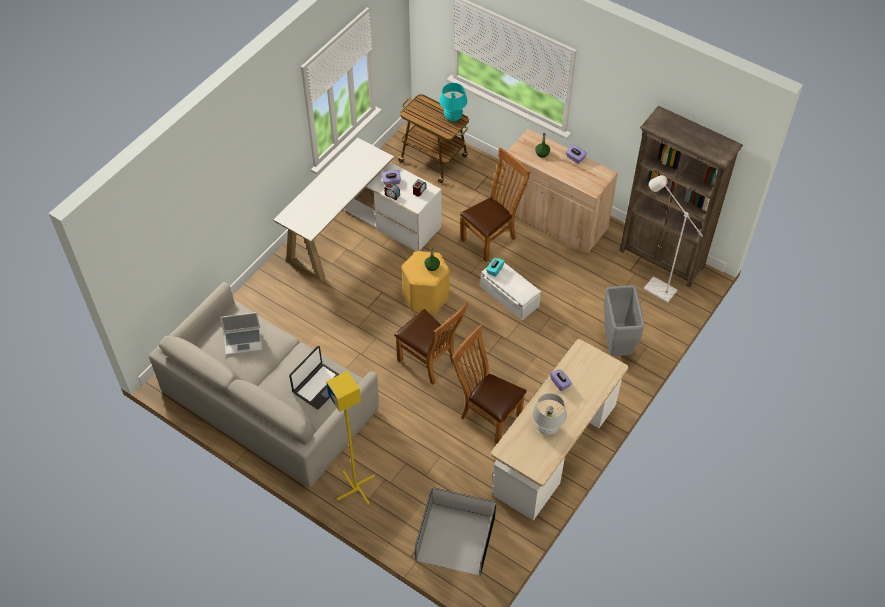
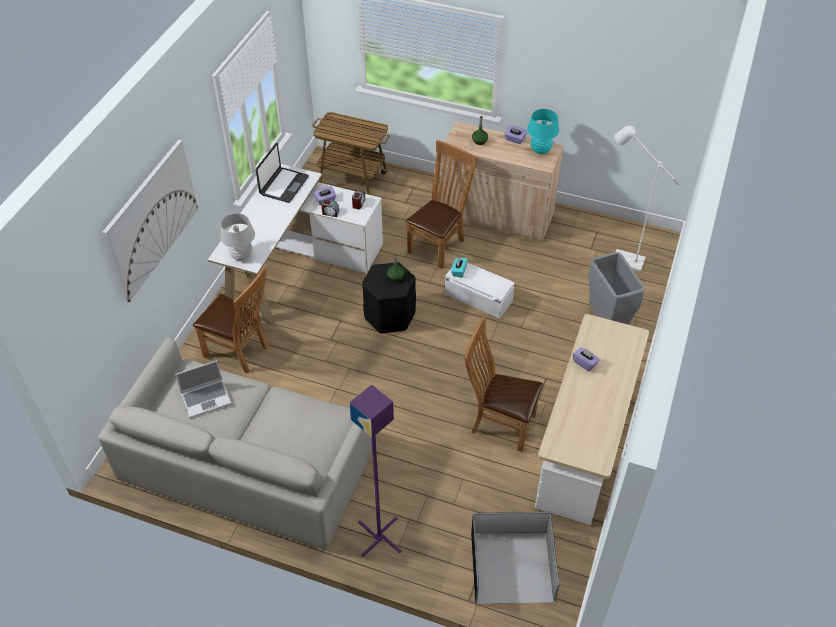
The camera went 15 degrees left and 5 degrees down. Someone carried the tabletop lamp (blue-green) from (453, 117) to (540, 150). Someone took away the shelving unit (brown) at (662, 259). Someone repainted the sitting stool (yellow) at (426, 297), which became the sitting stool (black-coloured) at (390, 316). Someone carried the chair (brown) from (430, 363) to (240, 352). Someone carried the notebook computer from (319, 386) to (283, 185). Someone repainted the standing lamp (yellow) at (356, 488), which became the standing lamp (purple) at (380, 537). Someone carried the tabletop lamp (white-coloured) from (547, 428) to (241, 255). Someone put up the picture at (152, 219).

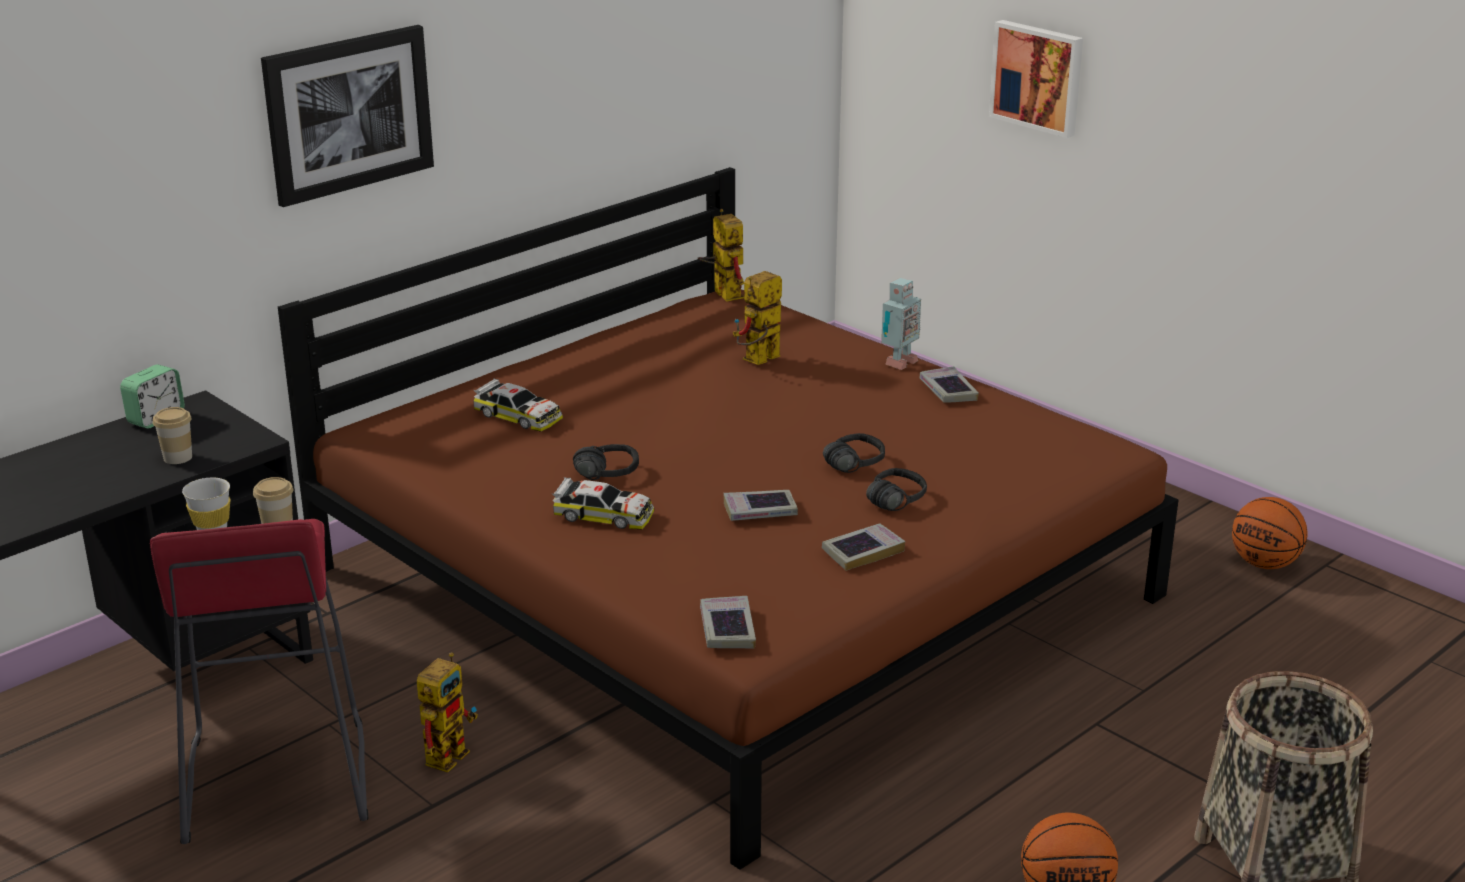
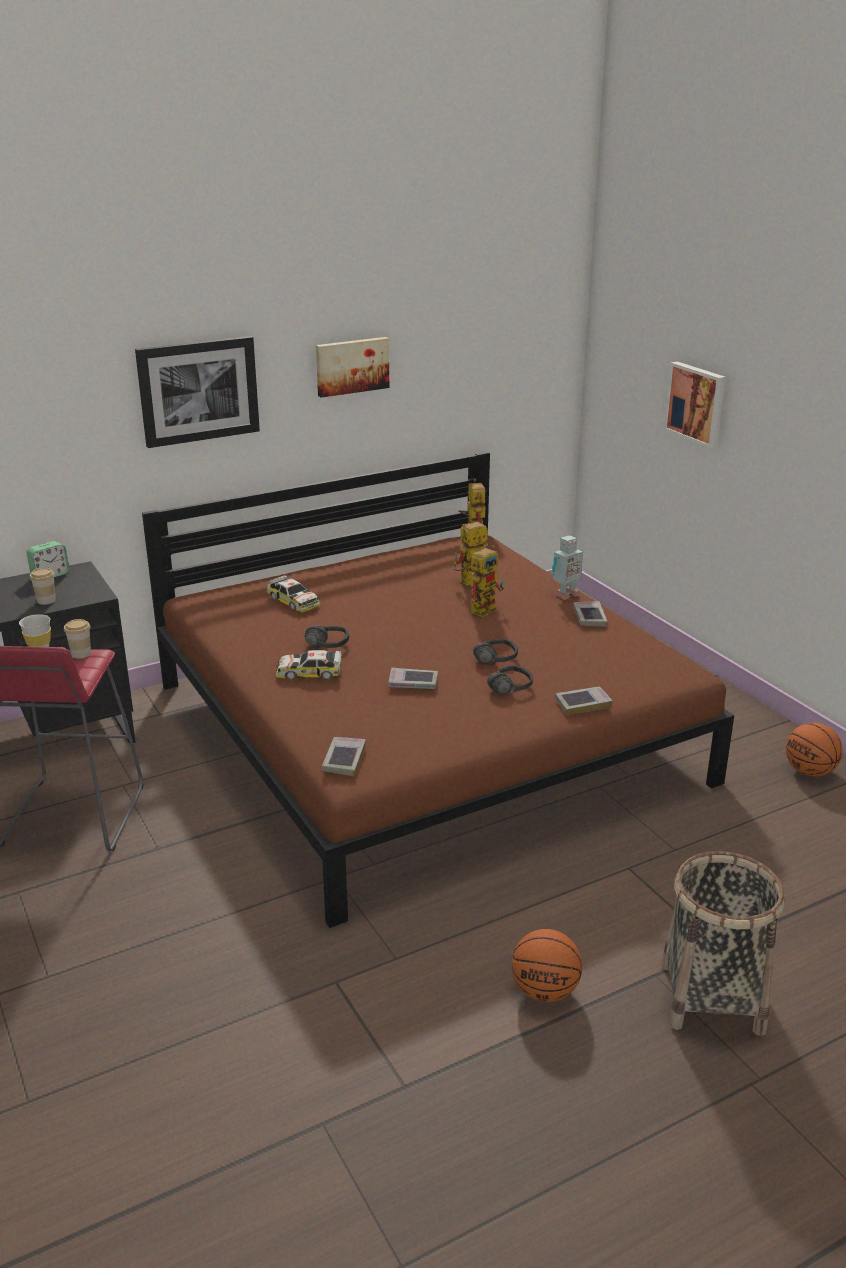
The camera went 15 degrees right and 0 degrees up. Someone rotated the toy car at (604, 515) by 150 degrees clockwise. Someone carried the book from (863, 552) to (583, 704). Someone carried the toy robot from (449, 751) to (485, 608). Someone put up the picture at (351, 366).

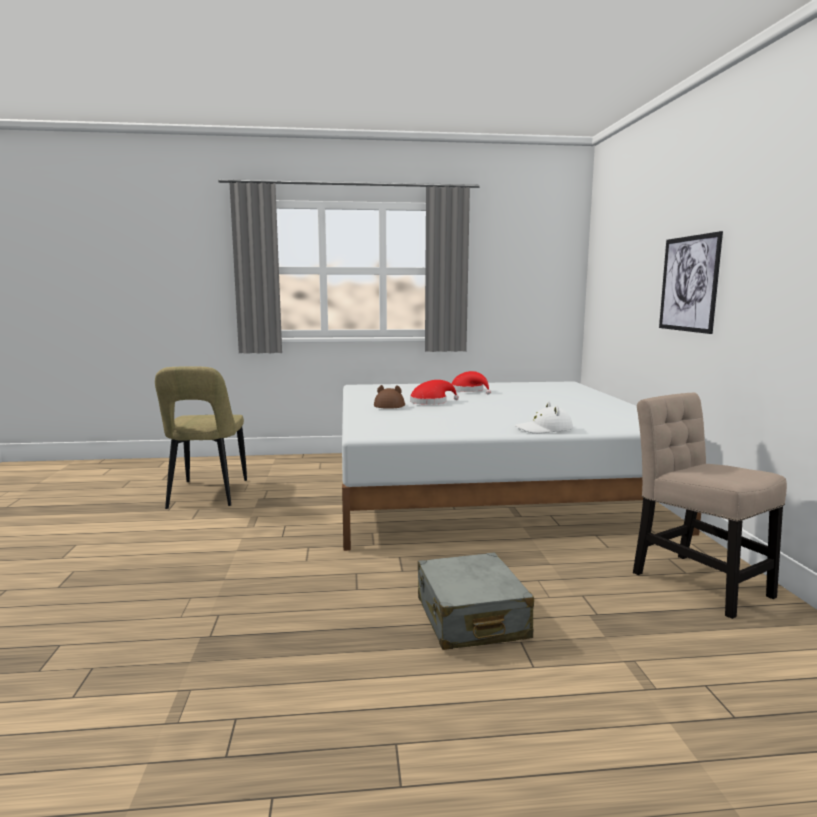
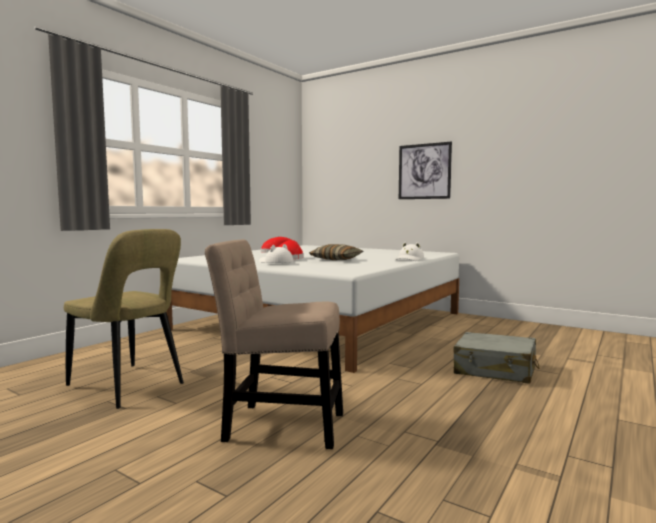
The camera went 50 degrees left and 5 degrees down. Someone repainted the clothing hat (brown) at (390, 405), which became the clothing hat (white-coloured) at (275, 262). Someone carried the chair (beige-coloured) from (695, 581) to (278, 425). Someone put down the pillow at (336, 259).

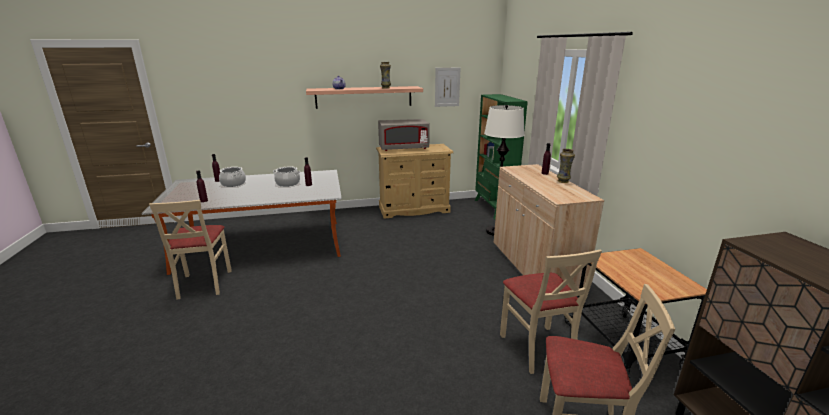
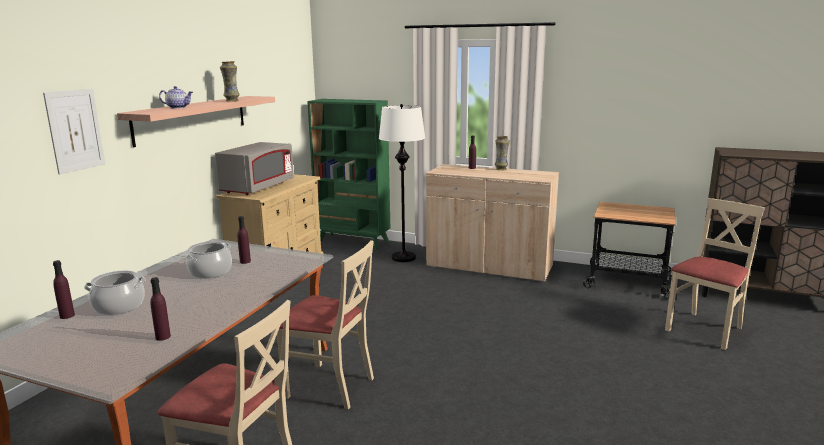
The camera went 55 degrees left and 5 degrees down. Someone carried the picture from (447, 87) to (75, 130). Someone carried the chair (beige-coloured) from (537, 348) to (330, 386).

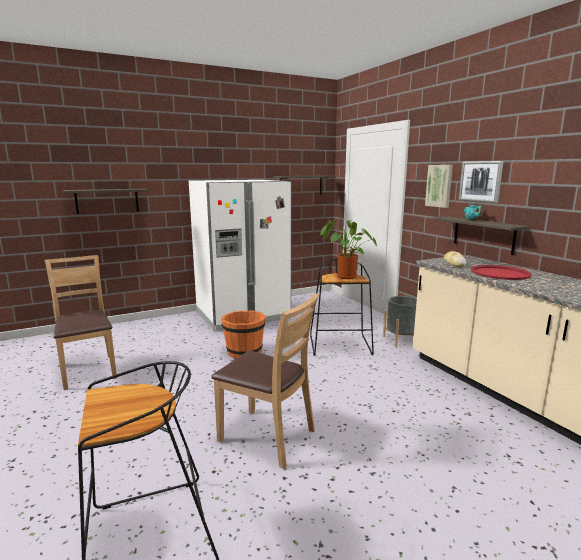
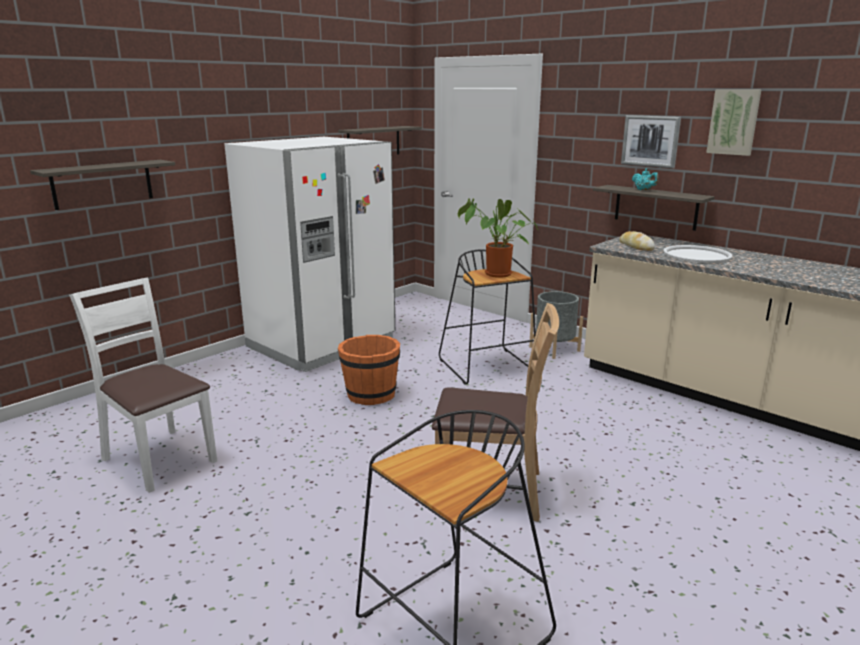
The camera went 20 degrees left and 5 degrees up. Someone carried the picture from (439, 186) to (734, 122). Someone repainted the chair (brown) at (88, 371), which became the chair (white-coloured) at (159, 459). Someone repainted the serving tray (reddish) at (500, 273), which became the serving tray (white-coloured) at (697, 255).

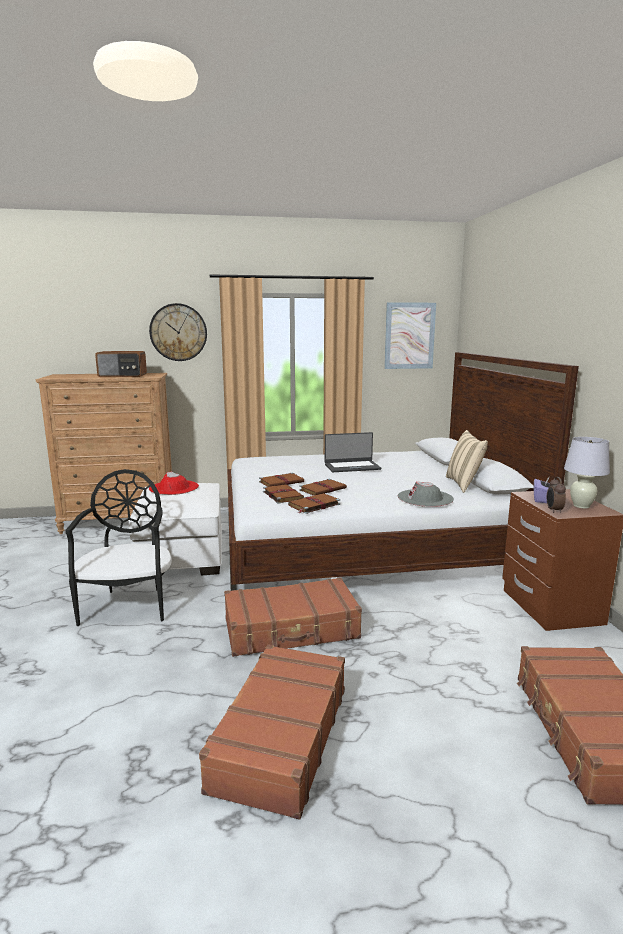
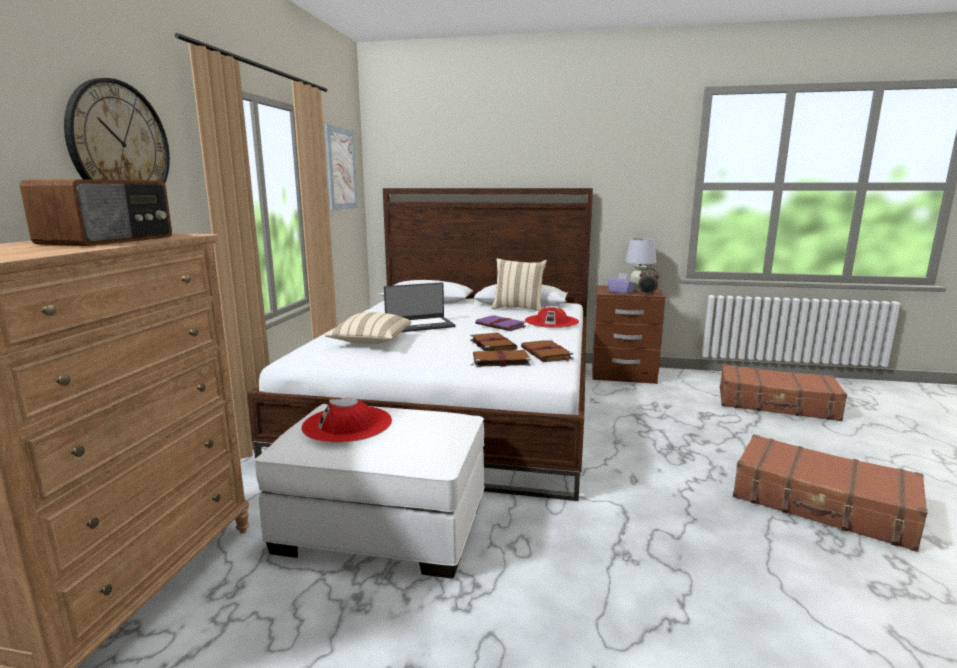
The camera went 70 degrees left and 0 degrees up. Someone rotated the notebook computer at (352, 467) by 60 degrees clockwise. Someone took away the chair (black-coloured) at (128, 605). Someone took away the book (brown) at (282, 482). Someone repainted the clothing hat (grey) at (425, 498), which became the clothing hat (reddish) at (551, 321). Someone took away the suitcase (brown) at (291, 629). Someone put down the pillow (beige-coloured) at (370, 342). Someone put down the book (purple) at (501, 325).

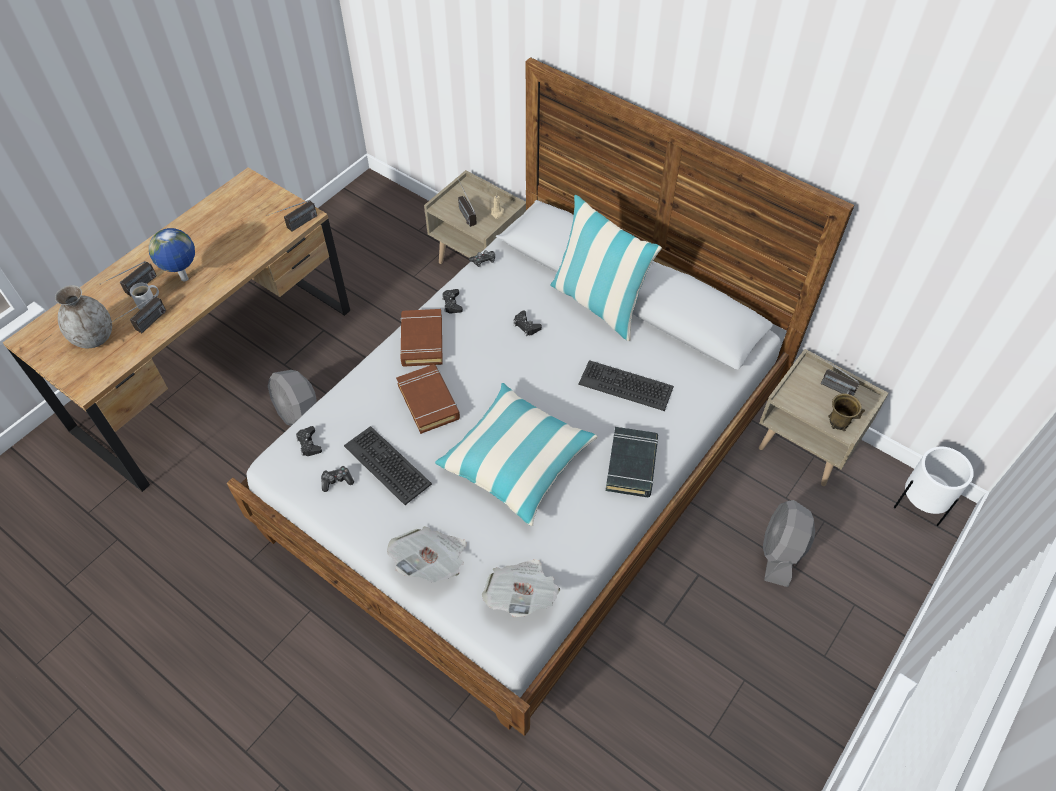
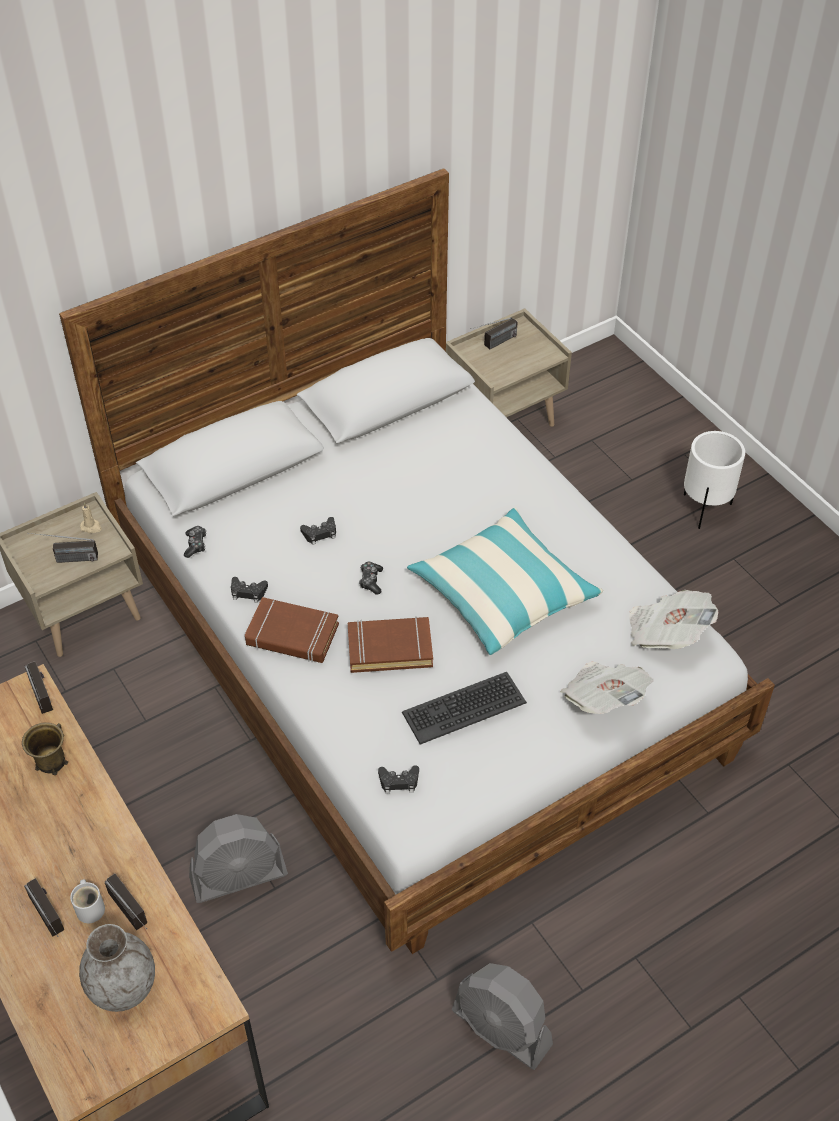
The camera went 70 degrees left and 5 degrees down. Someone took away the pillow at (598, 304). Someone took away the world globe at (185, 279). Someone took away the computer keyboard at (626, 385). Someone carried the coffee mug (brown) from (839, 421) to (50, 762). Someone took away the book (black-coloured) at (632, 465). Someone carried the planter (white-coloured) from (918, 507) to (704, 509). Someone carried the gamepad from (337, 481) to (371, 581). Someone carried the electric fan (grey) from (780, 552) to (502, 1028).

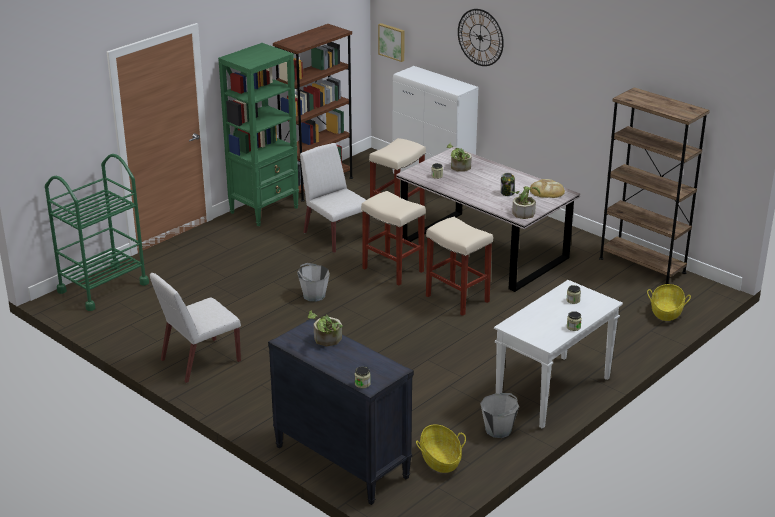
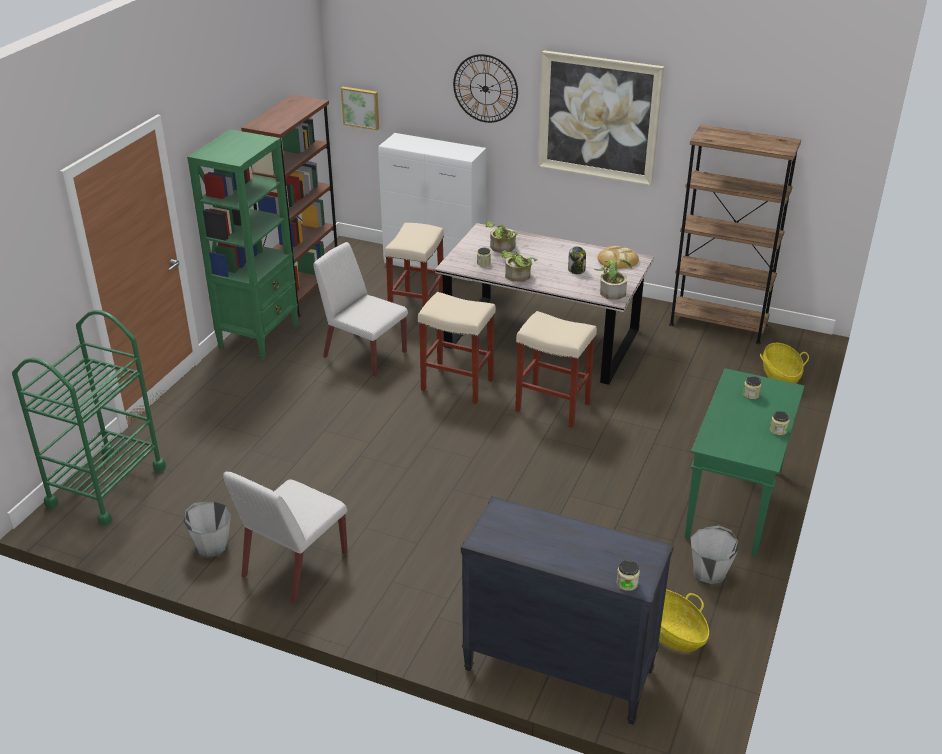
The camera went 20 degrees left and 5 degrees up. Someone carried the water bucket (grey) from (314, 295) to (211, 545). Someone repainted the hall table (white-coloured) at (553, 392), which became the hall table (green) at (734, 505). Someone carried the potted plant from (326, 341) to (518, 277). Someone put up the picture at (598, 118).

